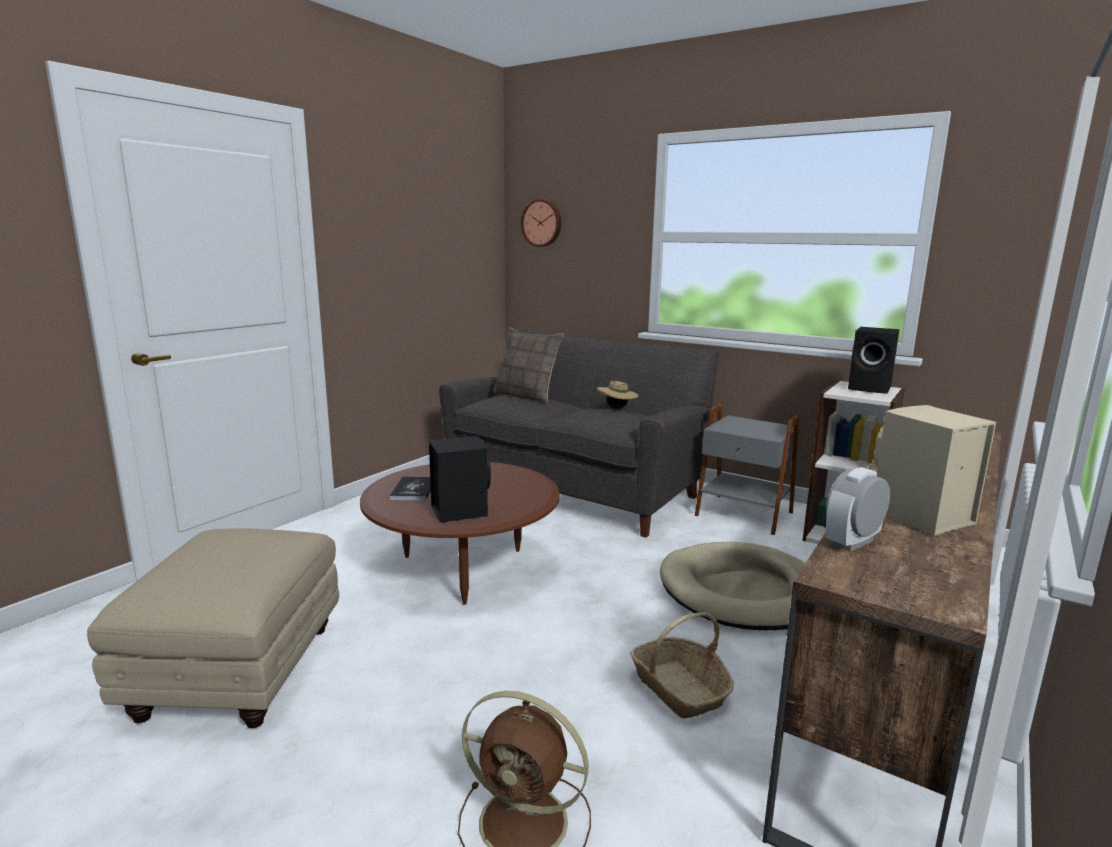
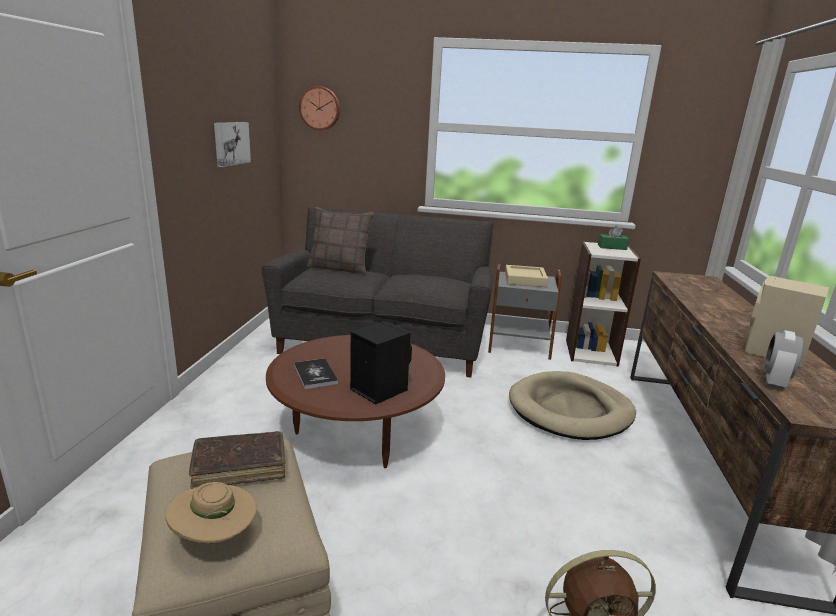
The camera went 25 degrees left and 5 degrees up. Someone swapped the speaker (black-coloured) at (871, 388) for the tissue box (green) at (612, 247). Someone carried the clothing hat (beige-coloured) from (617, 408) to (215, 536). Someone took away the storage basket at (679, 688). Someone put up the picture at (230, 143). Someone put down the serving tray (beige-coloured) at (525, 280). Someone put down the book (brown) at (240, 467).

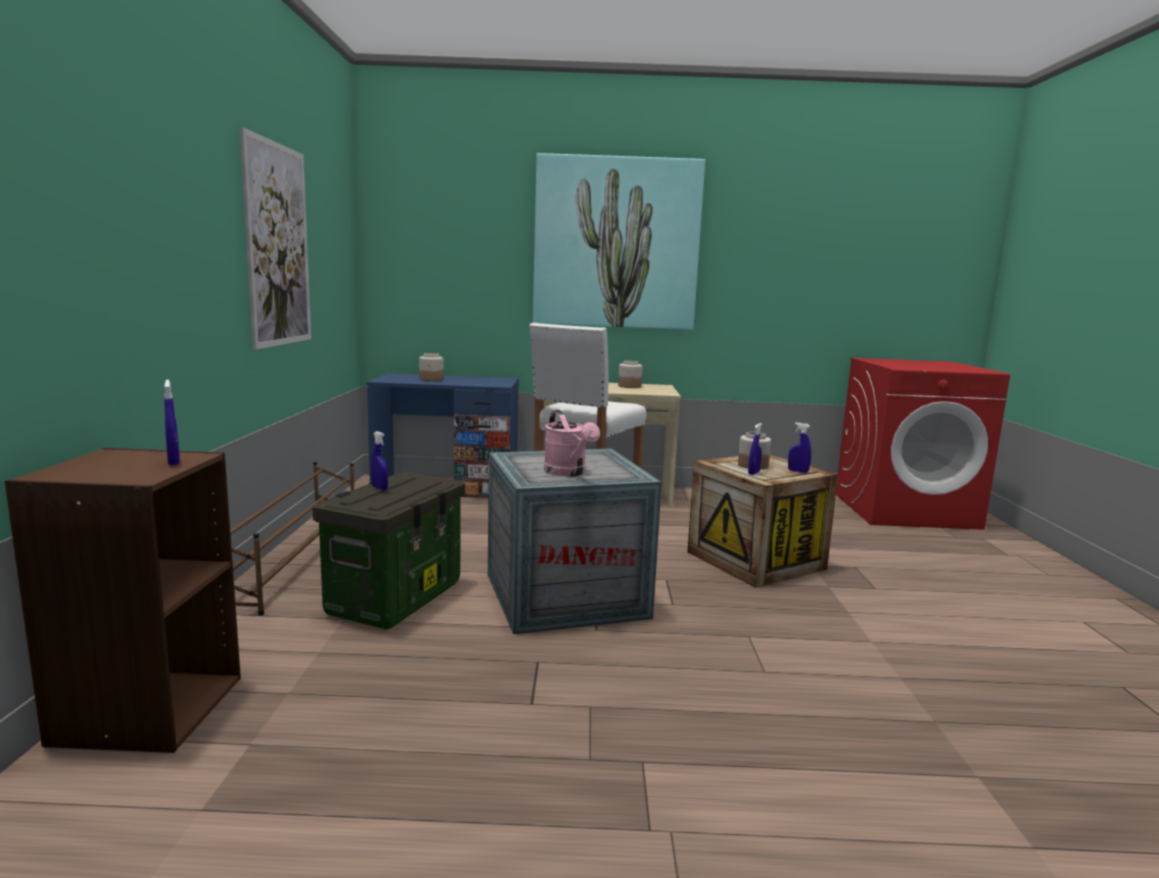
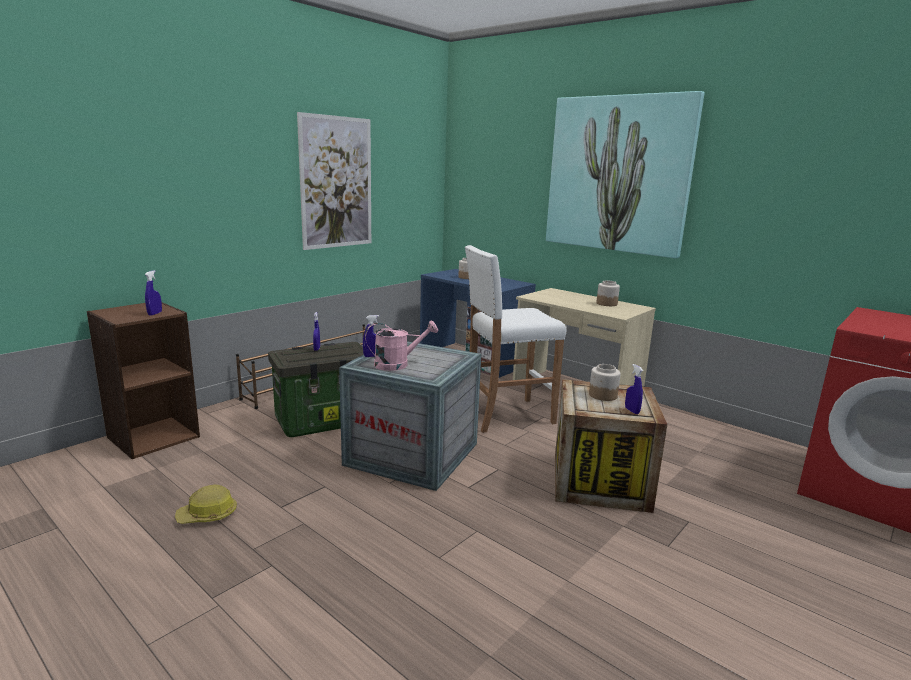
The camera went 40 degrees right and 5 degrees up. Someone rotated the watering pot (pink-coloured) at (568, 473) by 120 degrees counterclockwise. Someone carried the sprayer (blue) from (753, 473) to (372, 356). Someone put down the work helmet at (208, 515).

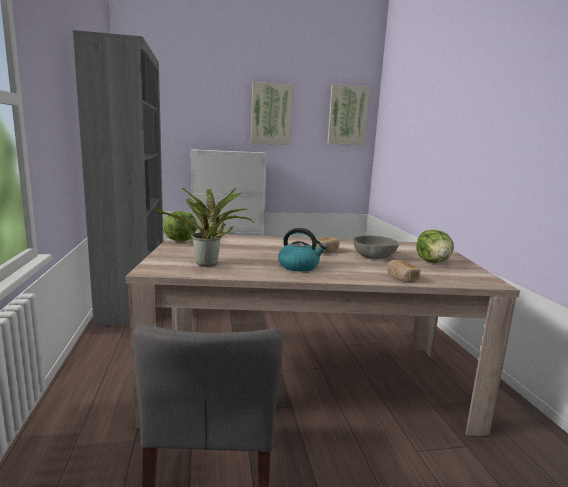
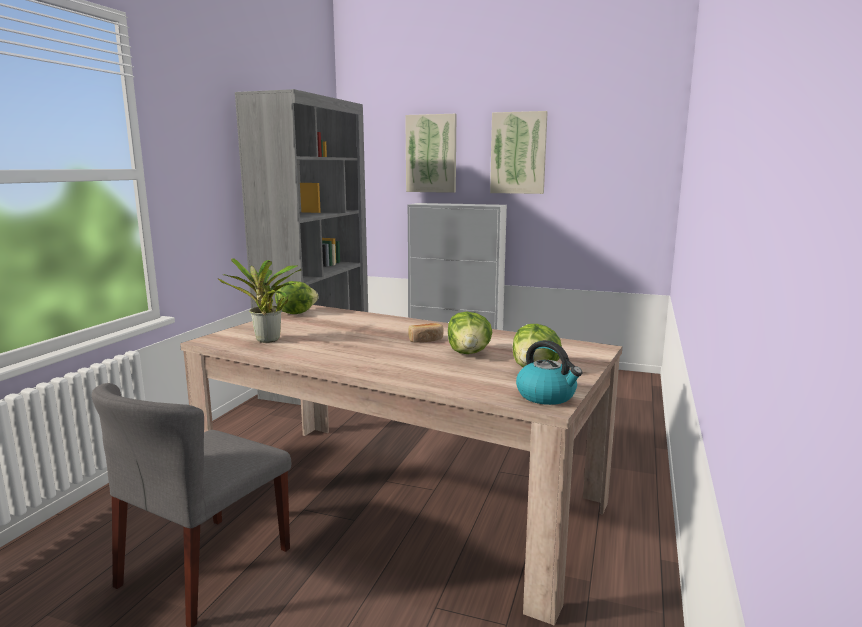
The camera went 30 degrees right and 0 degrees up. Someone carried the picture from (347, 115) to (431, 153). Someone carried the kettle from (299, 266) to (547, 396). Someone swapped the deep dish (grey) at (374, 256) for the head of lettuce at (469, 353). Someone took away the bakery bread at (401, 278).

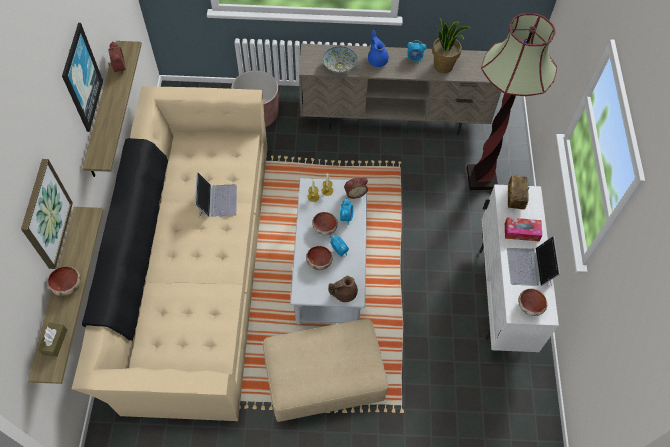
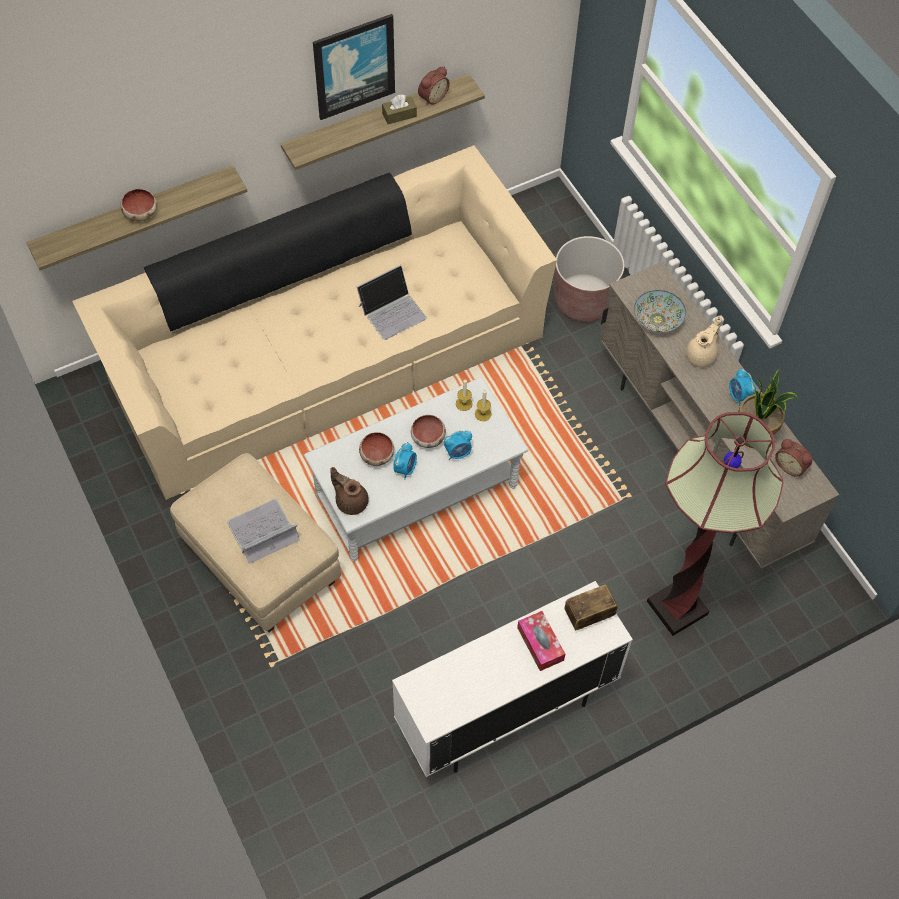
The camera went 60 degrees right and 0 degrees up. Someone repainted the teapot (blue) at (377, 60), which became the teapot (beige-coloured) at (702, 355). Someone took away the picture at (45, 214). Someone carried the bedside clock from (355, 193) to (791, 465). Someone carried the notebook computer from (530, 267) to (263, 532). Someone took away the deep dish at (530, 306). Someone carried the tissue box (brown) from (55, 342) to (399, 115).

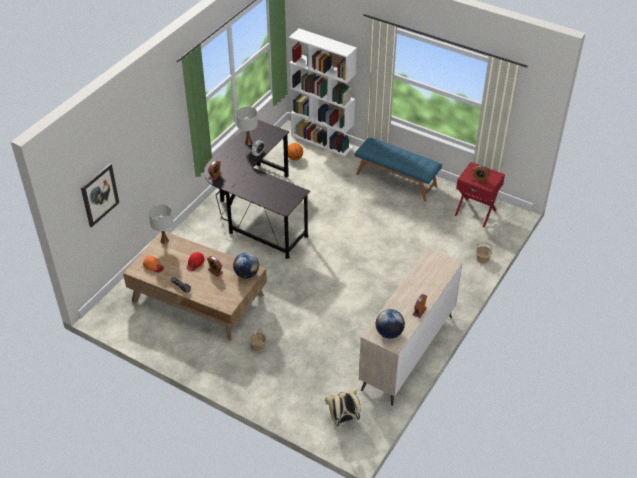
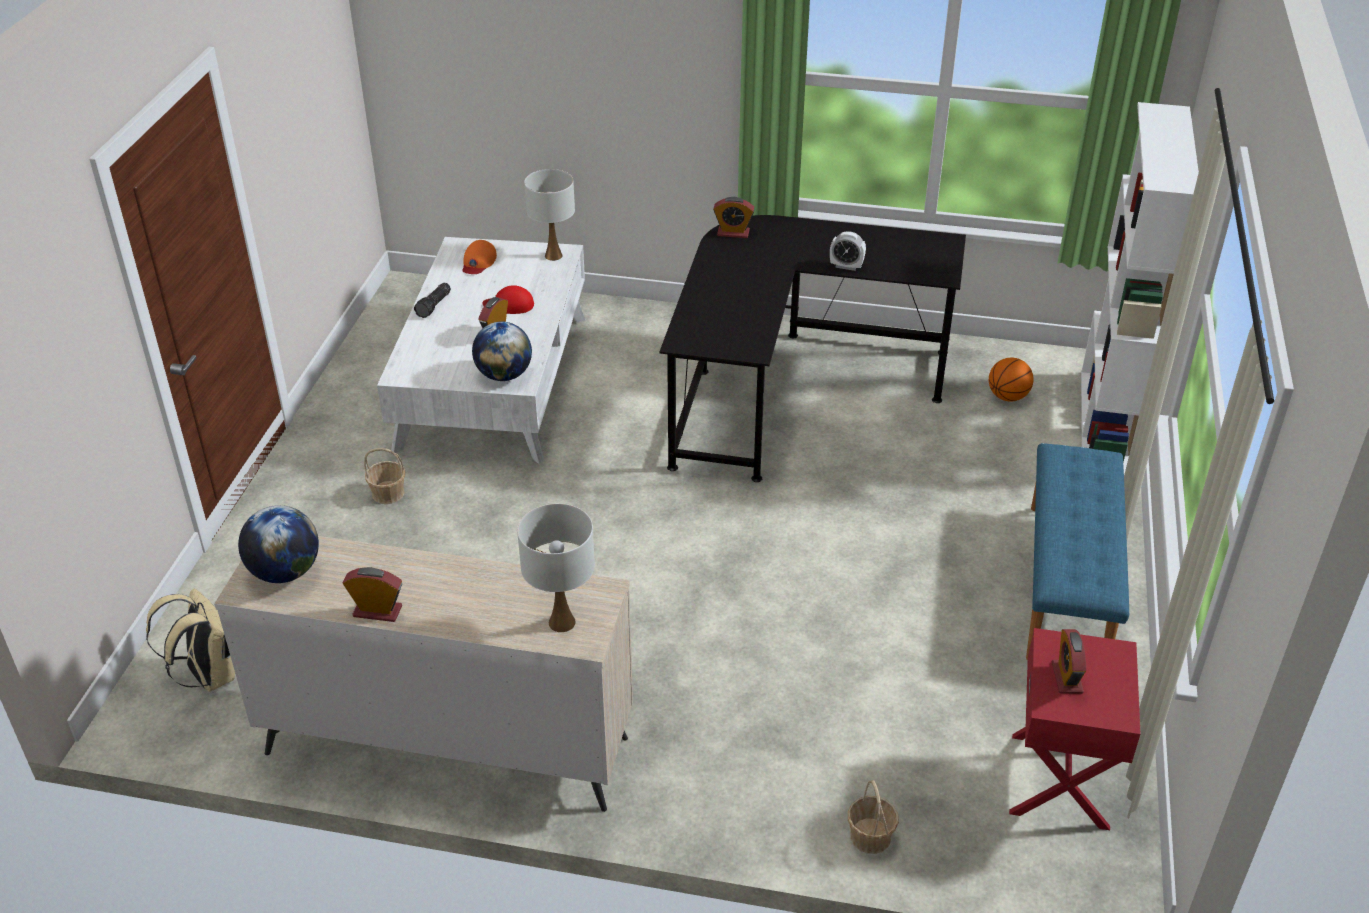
The camera went 70 degrees right and 5 degrees down. Someone carried the tabletop lamp (white-coloured) from (248, 142) to (562, 622). Someone took away the picture at (99, 195). Someone repainted the low table (brown) at (198, 298), which became the low table (white-coloured) at (493, 382).

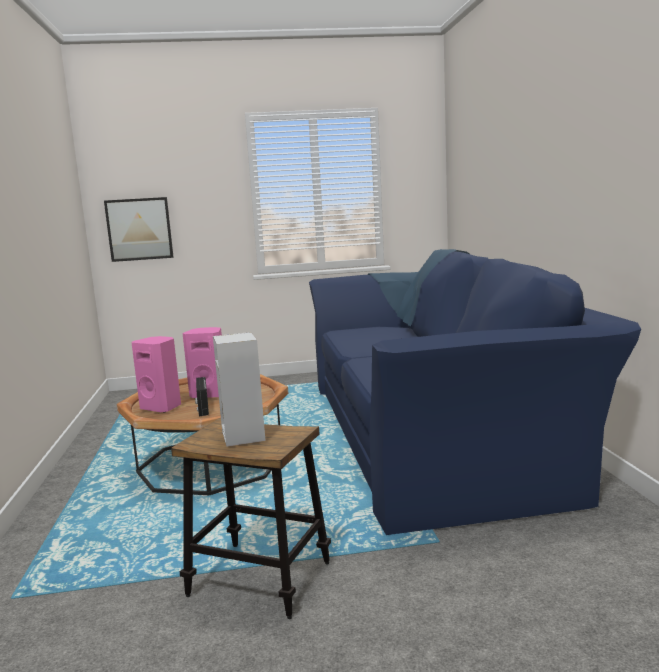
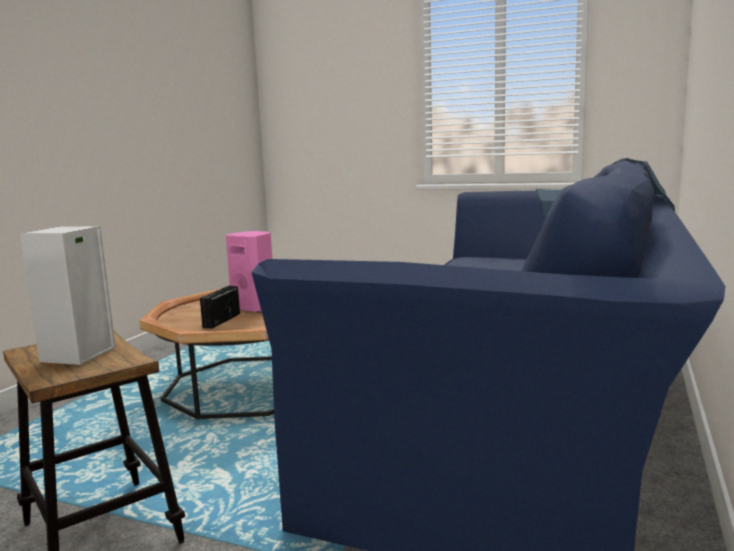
The camera went 30 degrees right and 0 degrees up. Someone took away the picture at (139, 229). Someone took away the speaker (pink-coloured) at (162, 407).

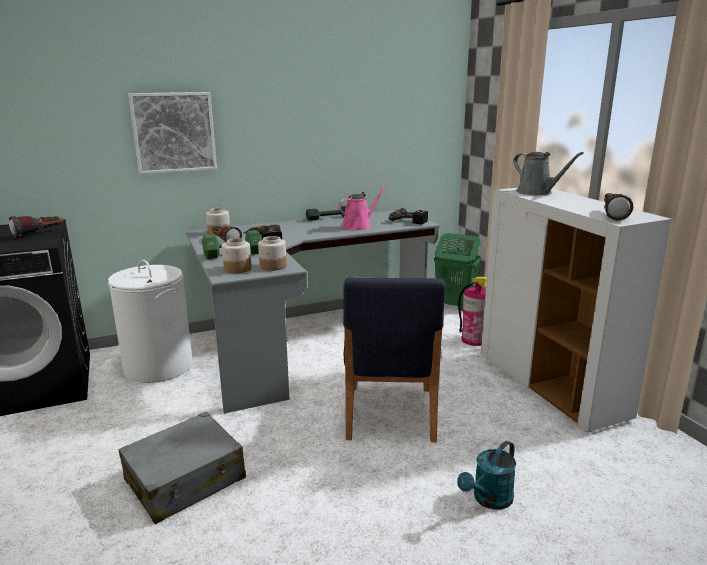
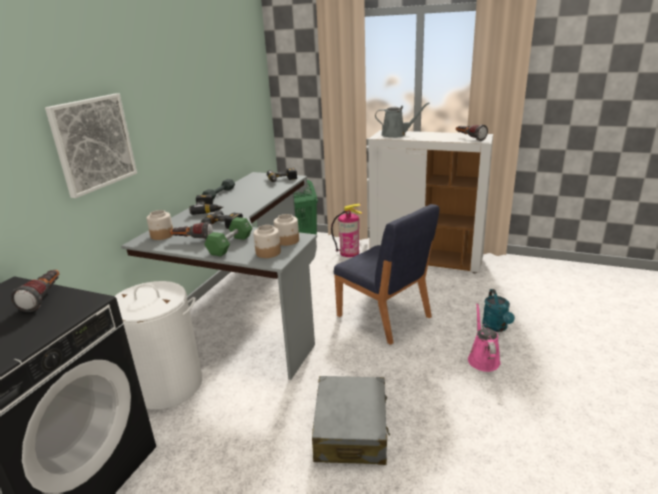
The camera went 45 degrees left and 5 degrees up. Someone carried the watering pot (pink-coloured) from (358, 226) to (482, 359). Someone put down the power drill at (208, 209).

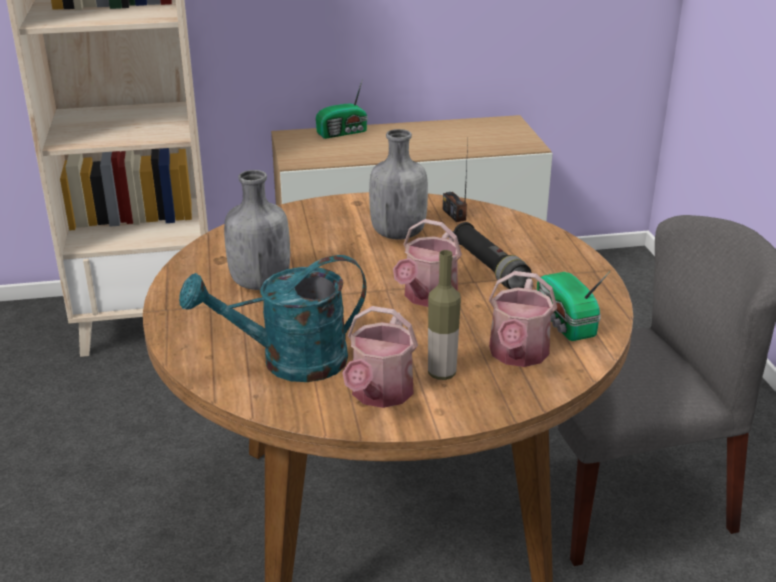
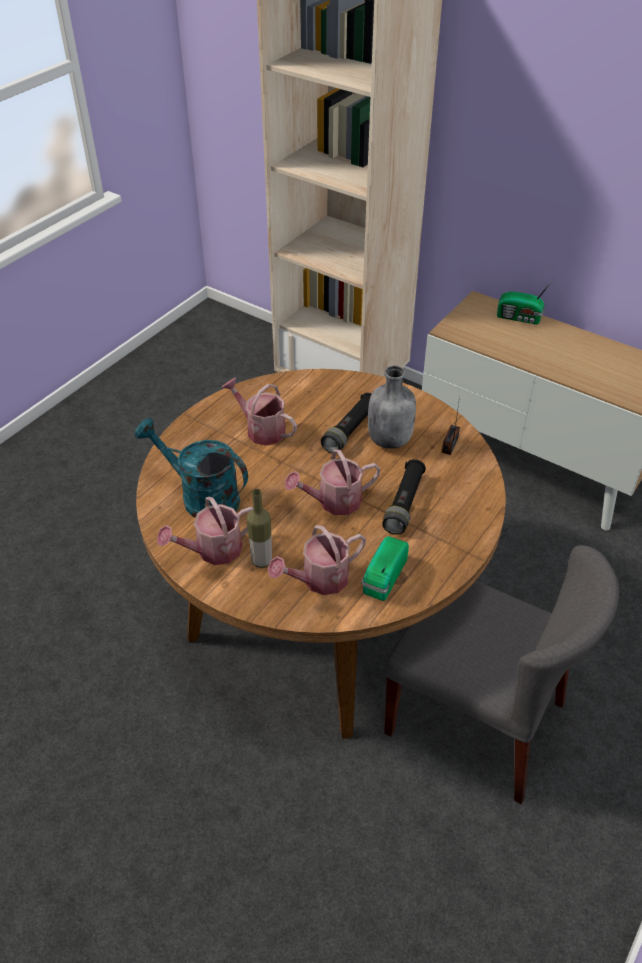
The camera went 45 degrees right and 15 degrees up. Someone swapped the drink bottle (grey) at (259, 283) for the watering pot at (261, 429). Someone put down the flashlight (black-coloured) at (350, 430).

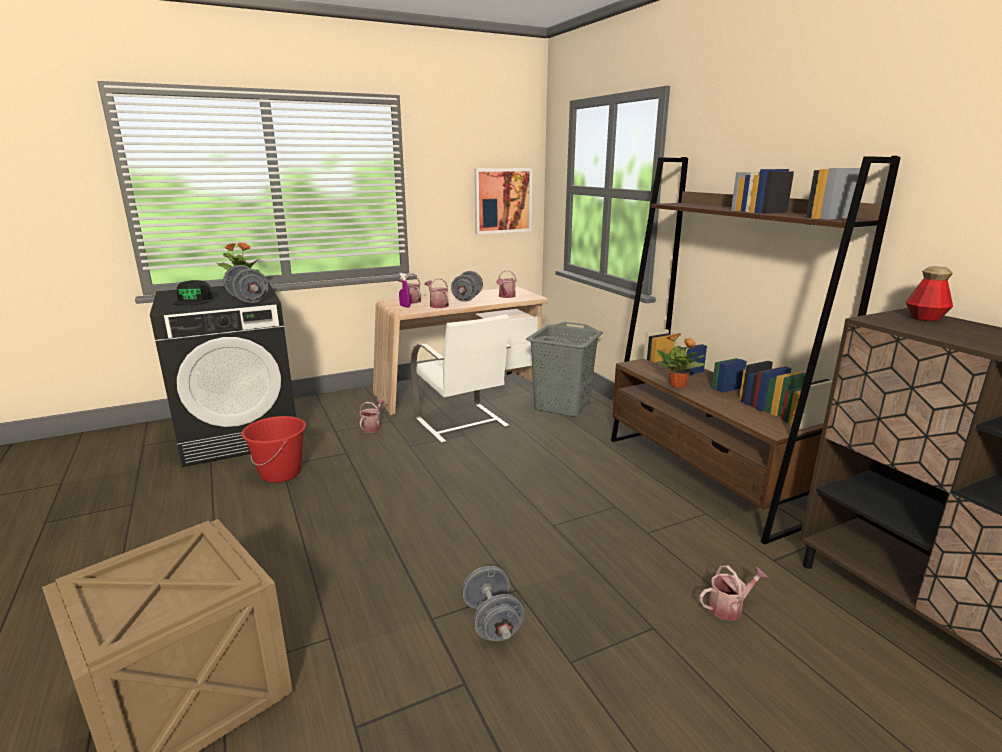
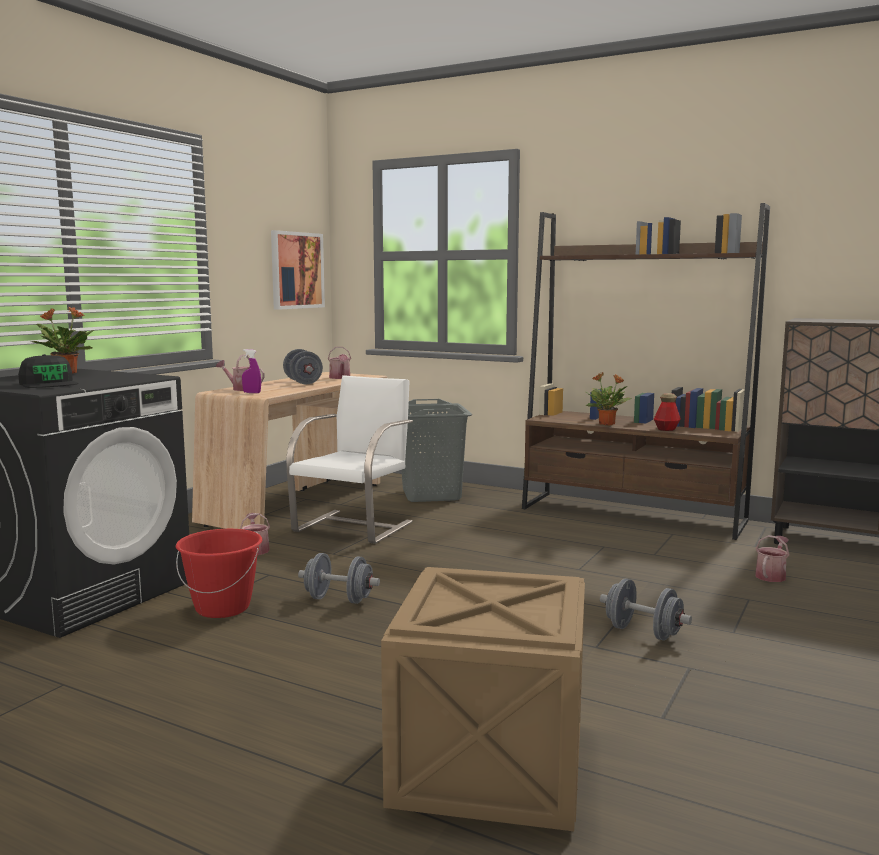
The camera went 35 degrees left and 10 degrees down. Someone carried the dumbbell (grey) from (248, 300) to (339, 599). Someone carried the drink bottle from (925, 318) to (666, 429). Someone took away the watering pot at (437, 305). Someone rotated the chair (white-coloured) at (461, 423) by 90 degrees counterclockwise.

